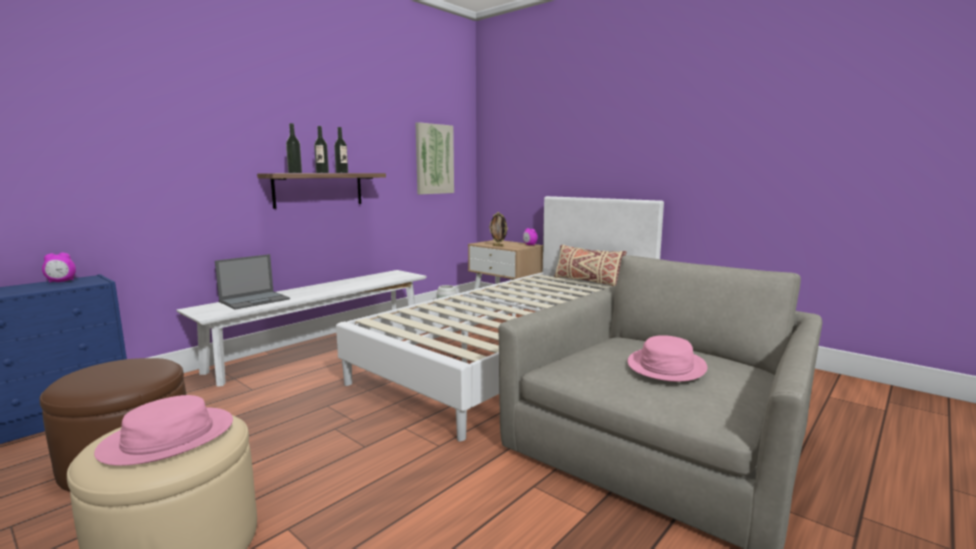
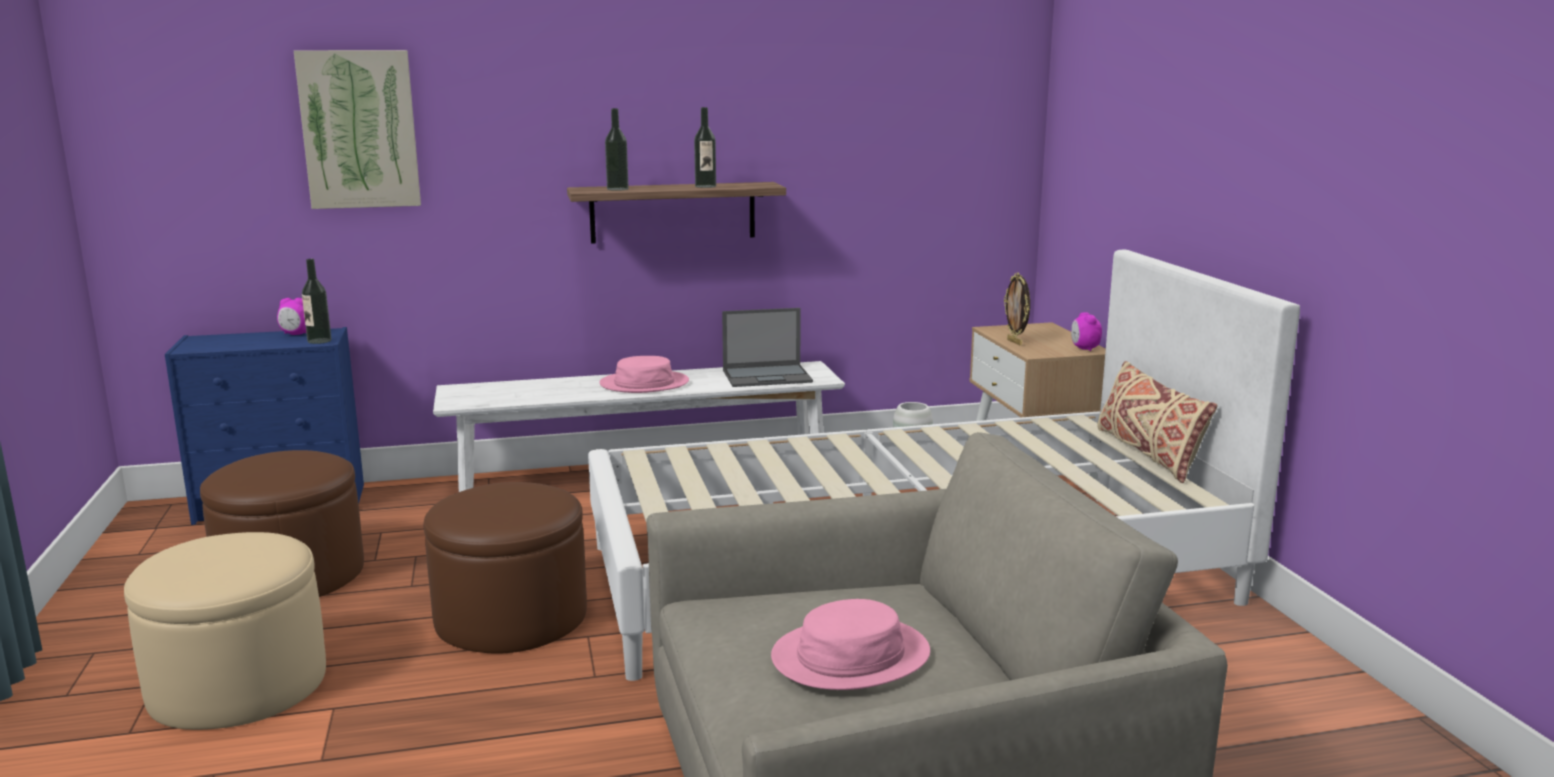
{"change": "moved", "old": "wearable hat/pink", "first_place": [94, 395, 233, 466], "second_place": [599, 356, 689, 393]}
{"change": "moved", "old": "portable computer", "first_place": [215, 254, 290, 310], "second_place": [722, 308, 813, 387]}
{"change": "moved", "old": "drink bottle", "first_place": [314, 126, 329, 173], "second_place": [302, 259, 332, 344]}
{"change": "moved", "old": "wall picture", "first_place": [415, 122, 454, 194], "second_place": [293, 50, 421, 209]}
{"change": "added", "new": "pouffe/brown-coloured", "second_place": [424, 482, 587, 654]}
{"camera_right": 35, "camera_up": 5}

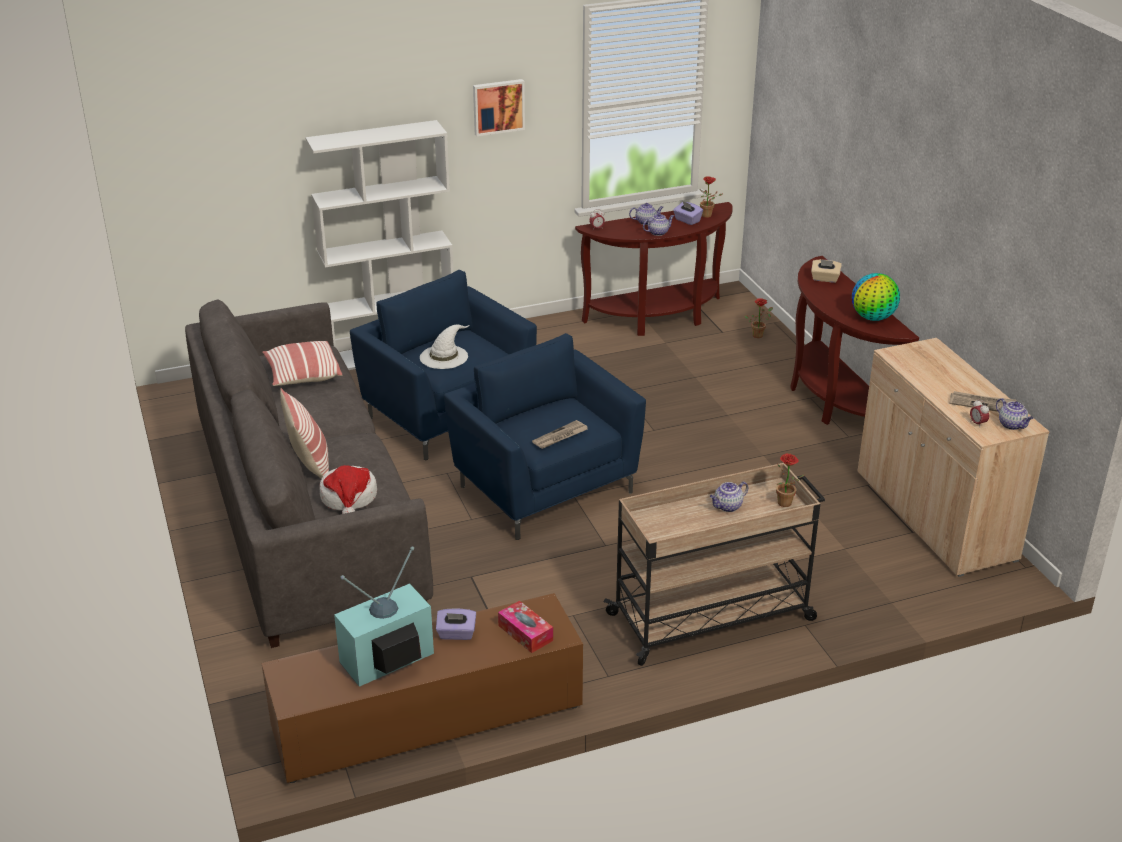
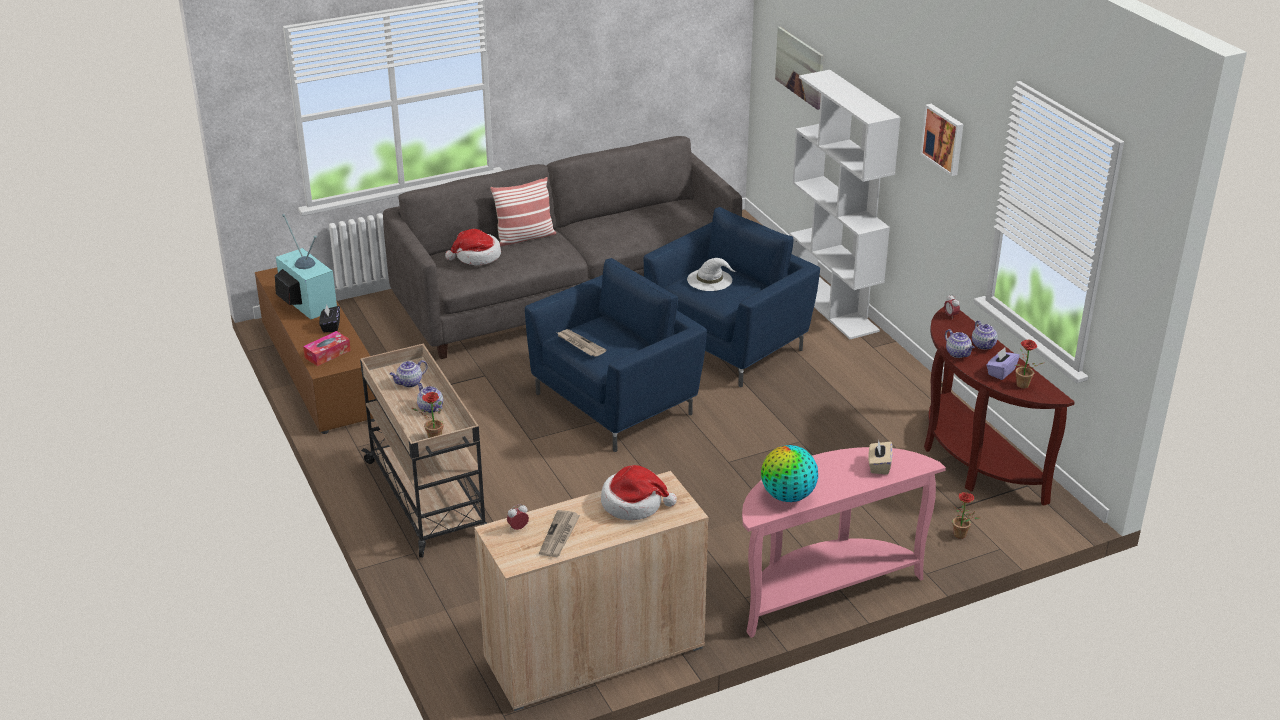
{"change": "removed", "old": "cushion", "first_place": [262, 341, 342, 386]}
{"change": "recoloured", "old": "box of tissues/purple-coloured", "new": "box of tissues/blackish", "first_place": [436, 608, 476, 640], "second_place": [319, 305, 340, 332]}
{"change": "recoloured", "old": "narrow table/brown-coloured", "new": "narrow table/pink", "first_place": [790, 256, 919, 425], "second_place": [742, 447, 946, 638]}
{"change": "moved", "old": "teapot", "first_place": [996, 398, 1033, 430], "second_place": [390, 360, 428, 388]}
{"change": "added", "new": "wearable hat", "second_place": [601, 465, 677, 521]}
{"change": "added", "new": "wall picture", "second_place": [775, 27, 823, 110]}
{"camera_right": 85, "camera_up": 0}

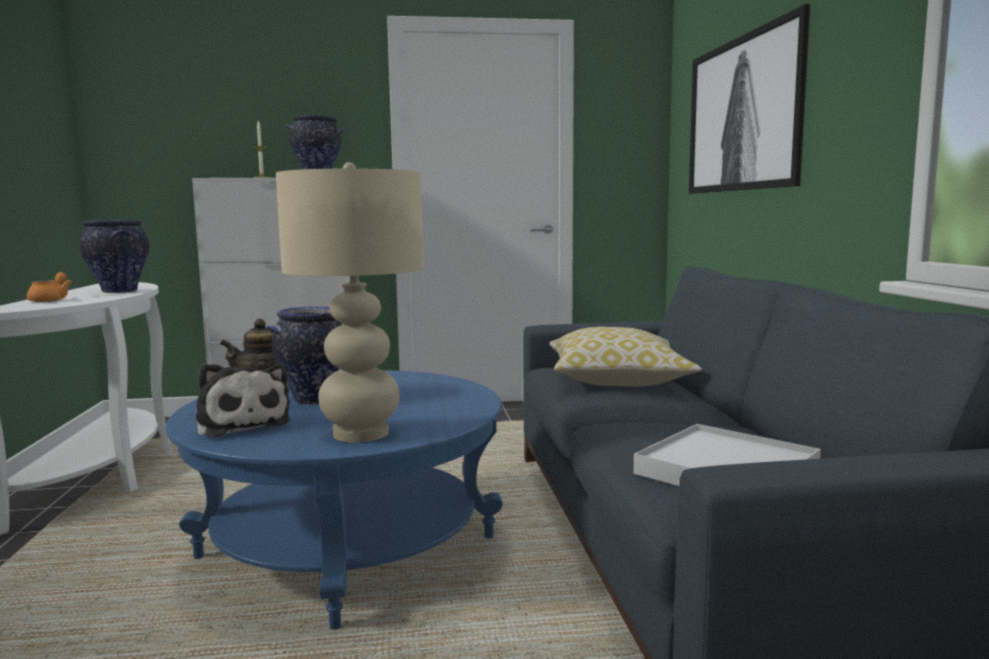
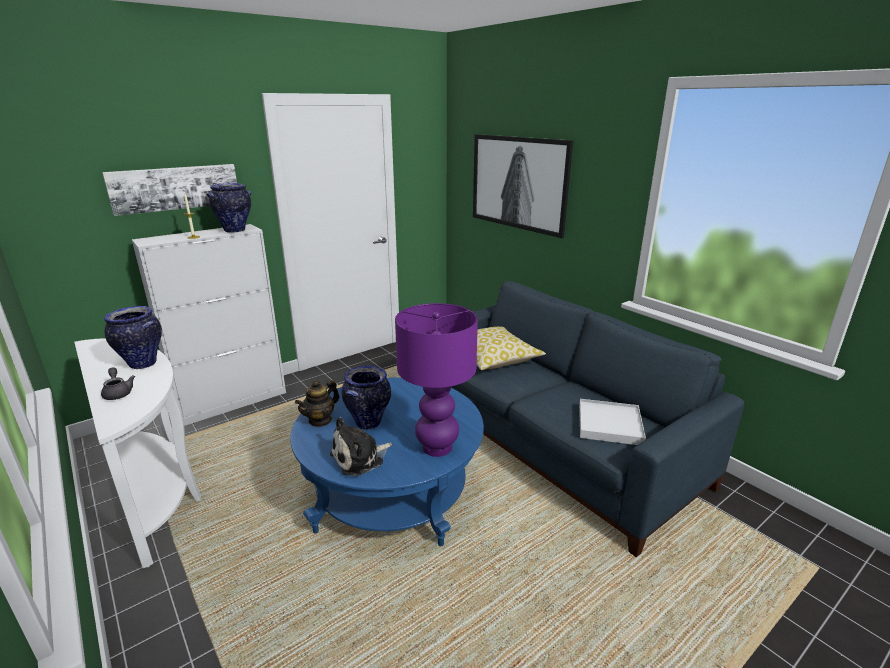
{"change": "recoloured", "old": "teapot/orange-coloured", "new": "teapot/greyish", "first_place": [27, 272, 72, 302], "second_place": [101, 368, 135, 400]}
{"change": "turned", "old": "cuddly toy", "first_place": [196, 363, 291, 438], "second_place": [330, 417, 392, 476], "degrees": 120}
{"change": "recoloured", "old": "lamp for a table/beige-coloured", "new": "lamp for a table/purple-coloured", "first_place": [276, 162, 423, 443], "second_place": [395, 303, 478, 457]}
{"change": "added", "new": "wall picture", "second_place": [102, 164, 237, 216]}
{"camera_right": -30, "camera_up": 15}

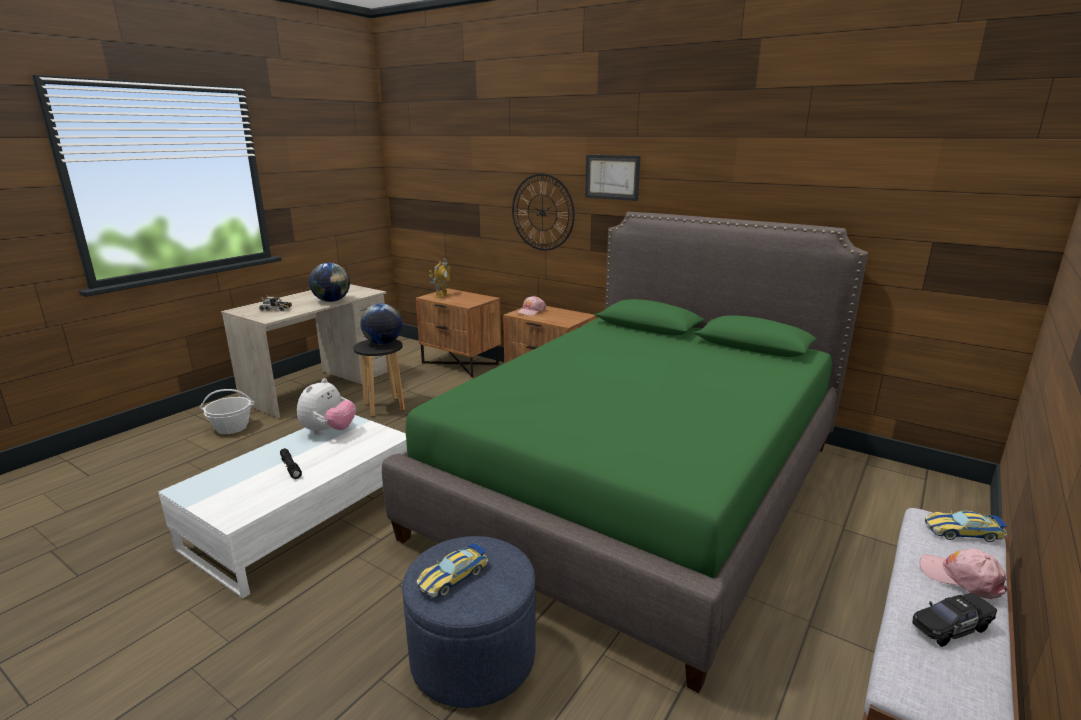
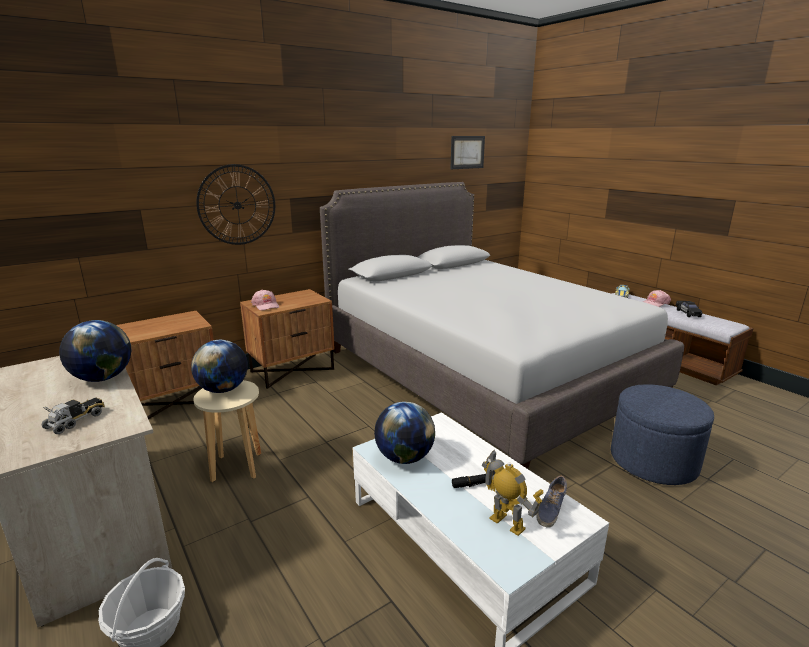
{"change": "replaced", "old": "cuddly toy", "new": "globe", "first_place": [297, 378, 356, 434], "second_place": [374, 402, 435, 464]}
{"change": "recoloured", "old": "stool/blackish", "new": "stool/beige-coloured", "first_place": [353, 339, 405, 417], "second_place": [193, 380, 261, 482]}
{"change": "recoloured", "old": "bed/green-coloured", "new": "bed/greyish", "first_place": [382, 212, 868, 693], "second_place": [320, 182, 684, 469]}
{"change": "removed", "old": "model car", "first_place": [417, 543, 488, 598]}
{"change": "moved", "old": "model robot", "first_place": [429, 258, 451, 298], "second_place": [482, 450, 544, 536]}
{"change": "moved", "old": "wall picture", "first_place": [585, 155, 641, 201], "second_place": [450, 136, 485, 169]}
{"change": "added", "new": "item of footwear", "second_place": [536, 476, 567, 528]}
{"camera_right": -70, "camera_up": 0}

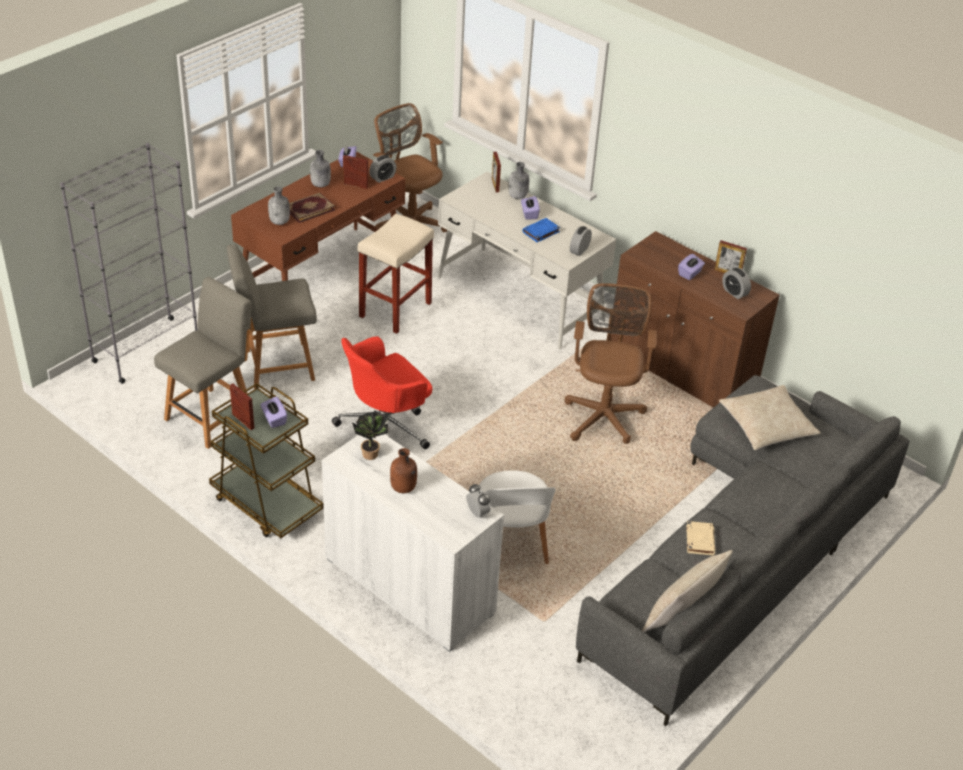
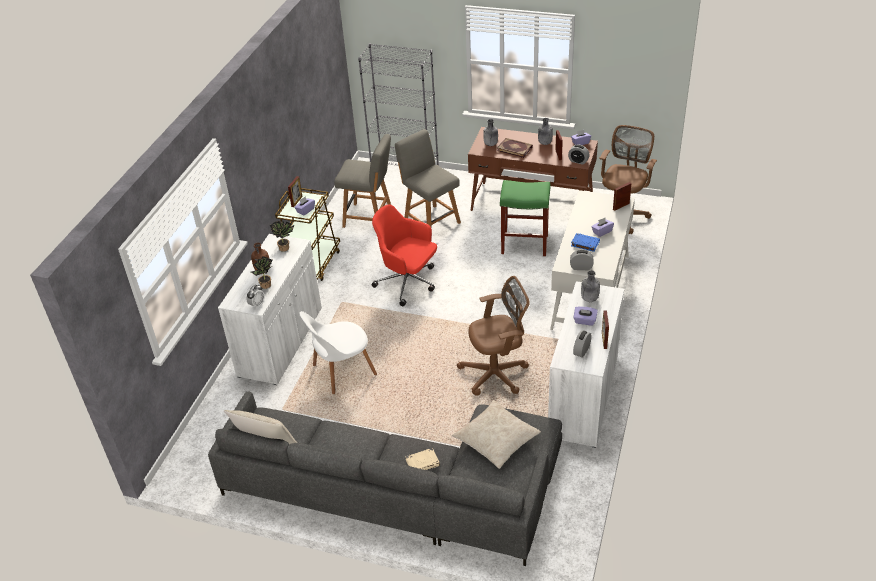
{"change": "recoloured", "old": "stool/beige-coloured", "new": "stool/green-coloured", "first_place": [358, 214, 434, 334], "second_place": [500, 180, 550, 256]}
{"change": "moved", "old": "drink bottle/greyish", "first_place": [509, 162, 529, 199], "second_place": [581, 270, 600, 302]}
{"change": "recoloured", "old": "cabinet/brown-coloured", "new": "cabinet/whitish", "first_place": [610, 231, 780, 408], "second_place": [548, 281, 624, 448]}
{"change": "moved", "old": "volume/beige-coloured", "first_place": [686, 521, 715, 555], "second_place": [405, 448, 440, 470]}
{"change": "added", "new": "plant in a pot", "second_place": [251, 256, 272, 289]}
{"camera_right": 70, "camera_up": 0}

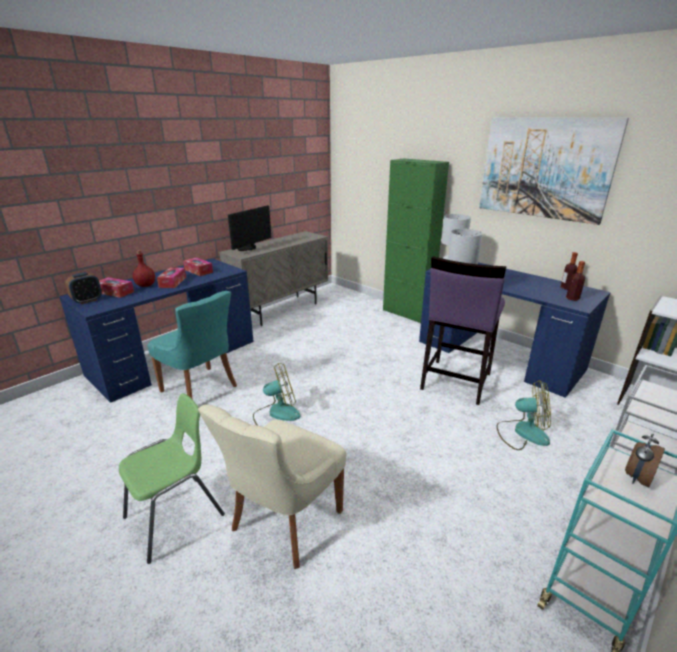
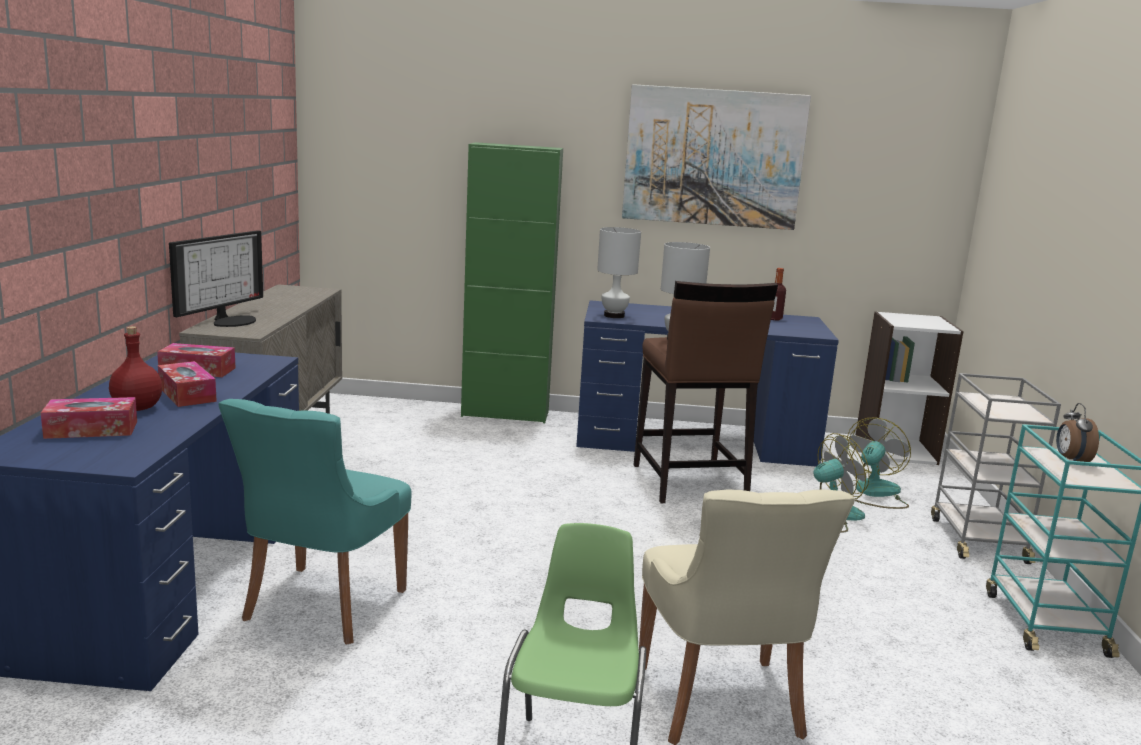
{"change": "removed", "old": "alarm clock", "first_place": [65, 272, 102, 304]}
{"change": "turned", "old": "chair/blue-green", "first_place": [148, 291, 237, 400], "second_place": [218, 399, 411, 645], "degrees": 105}
{"change": "turned", "old": "computer screen", "first_place": [228, 205, 271, 251], "second_place": [169, 230, 263, 327], "degrees": -150}
{"change": "moved", "old": "fan", "first_place": [253, 363, 300, 425], "second_place": [847, 417, 911, 509]}
{"change": "recoloured", "old": "stool/purple-coloured", "new": "stool/brown-coloured", "first_place": [420, 256, 507, 405], "second_place": [634, 281, 778, 503]}
{"change": "removed", "old": "drink bottle", "first_place": [566, 261, 585, 301]}
{"camera_right": -40, "camera_up": -10}

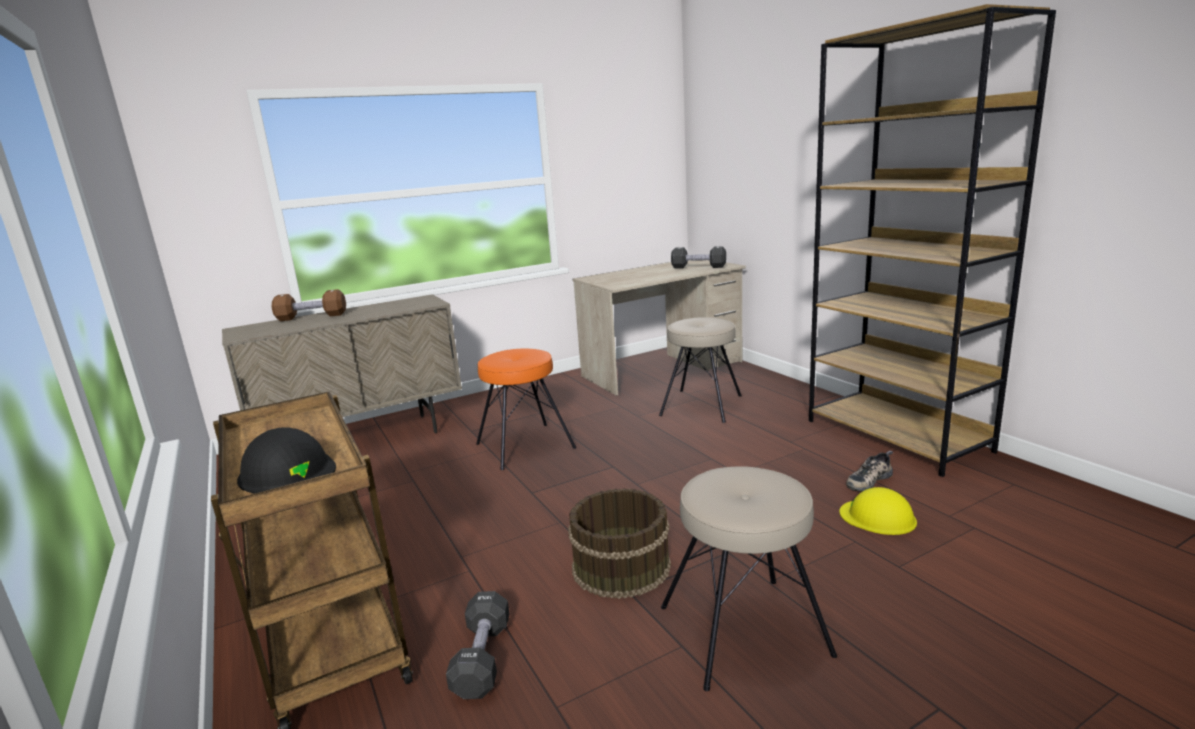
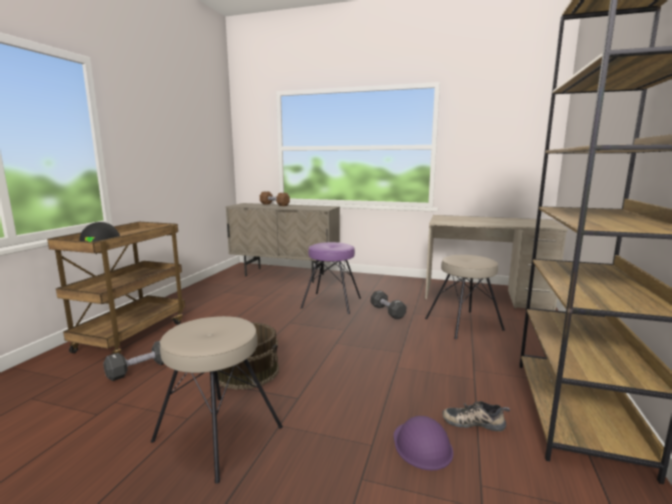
{"change": "recoloured", "old": "stool/orange-coloured", "new": "stool/purple-coloured", "first_place": [476, 349, 576, 470], "second_place": [300, 242, 361, 314]}
{"change": "moved", "old": "hand weight/blackish", "first_place": [671, 246, 726, 269], "second_place": [371, 290, 406, 319]}
{"change": "recoloured", "old": "hard hat/yellowish", "new": "hard hat/purple-coloured", "first_place": [840, 487, 917, 535], "second_place": [394, 416, 453, 470]}
{"camera_right": 45, "camera_up": -5}

